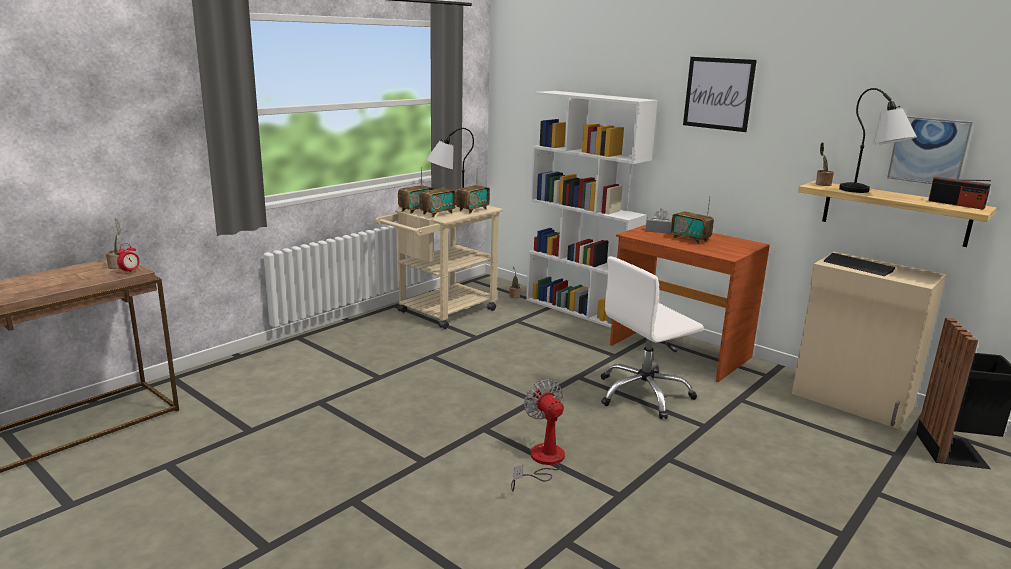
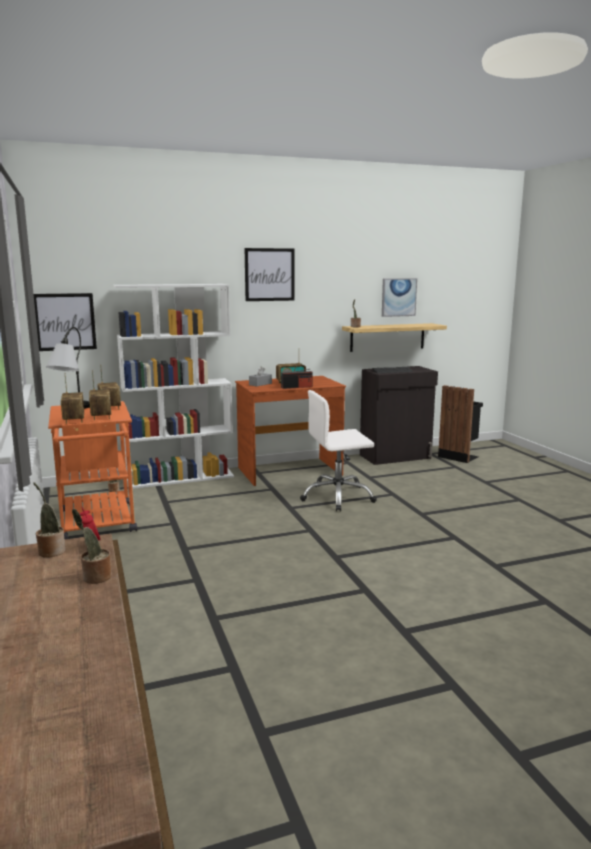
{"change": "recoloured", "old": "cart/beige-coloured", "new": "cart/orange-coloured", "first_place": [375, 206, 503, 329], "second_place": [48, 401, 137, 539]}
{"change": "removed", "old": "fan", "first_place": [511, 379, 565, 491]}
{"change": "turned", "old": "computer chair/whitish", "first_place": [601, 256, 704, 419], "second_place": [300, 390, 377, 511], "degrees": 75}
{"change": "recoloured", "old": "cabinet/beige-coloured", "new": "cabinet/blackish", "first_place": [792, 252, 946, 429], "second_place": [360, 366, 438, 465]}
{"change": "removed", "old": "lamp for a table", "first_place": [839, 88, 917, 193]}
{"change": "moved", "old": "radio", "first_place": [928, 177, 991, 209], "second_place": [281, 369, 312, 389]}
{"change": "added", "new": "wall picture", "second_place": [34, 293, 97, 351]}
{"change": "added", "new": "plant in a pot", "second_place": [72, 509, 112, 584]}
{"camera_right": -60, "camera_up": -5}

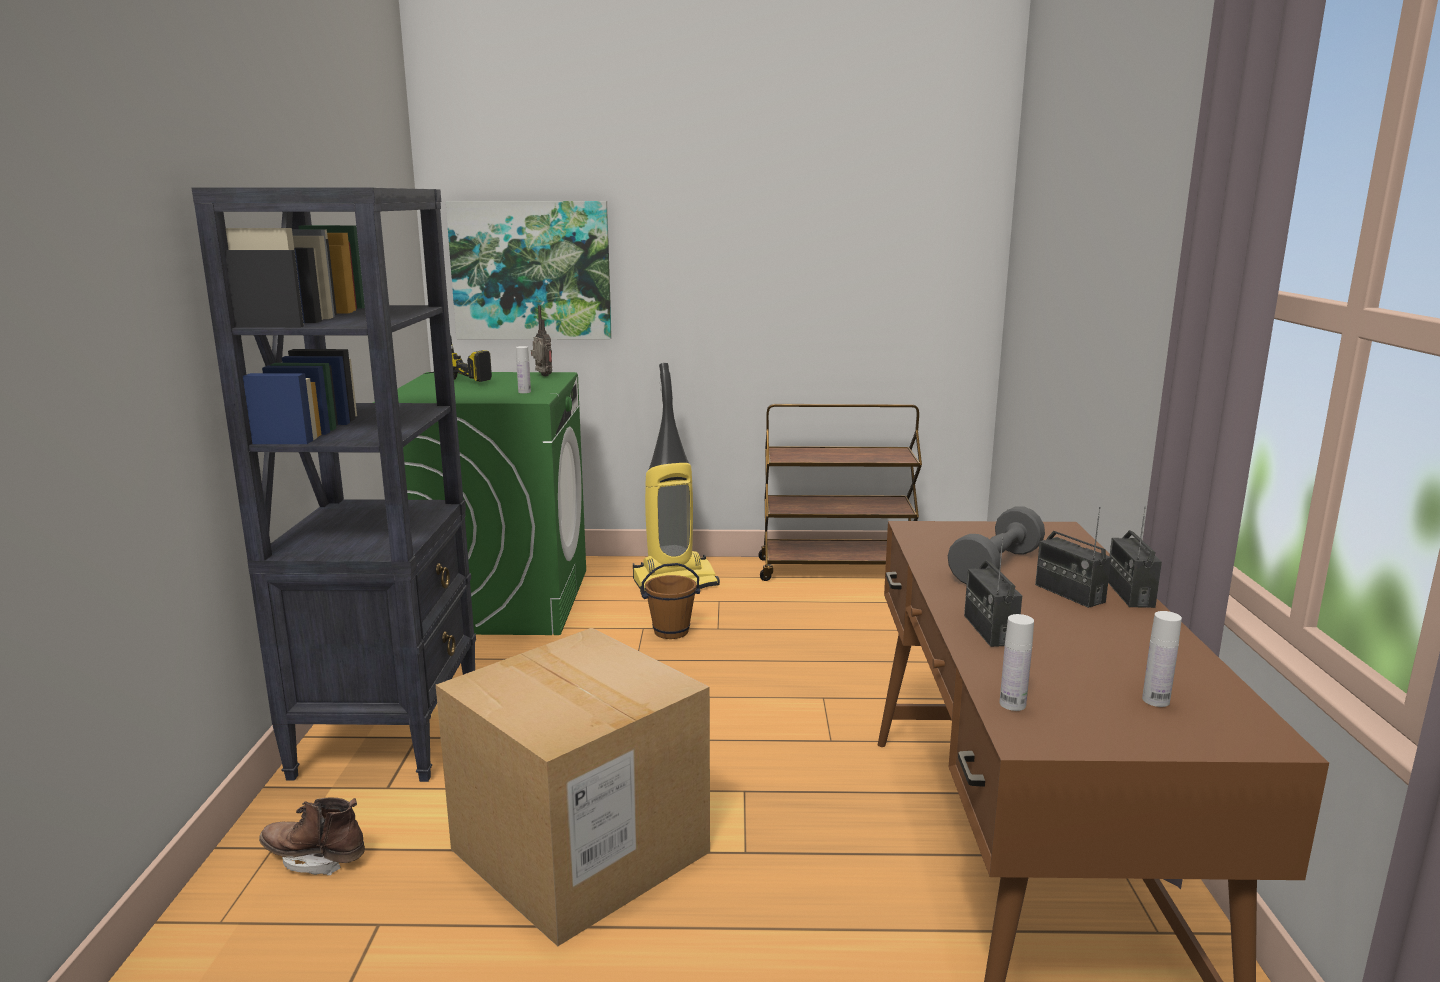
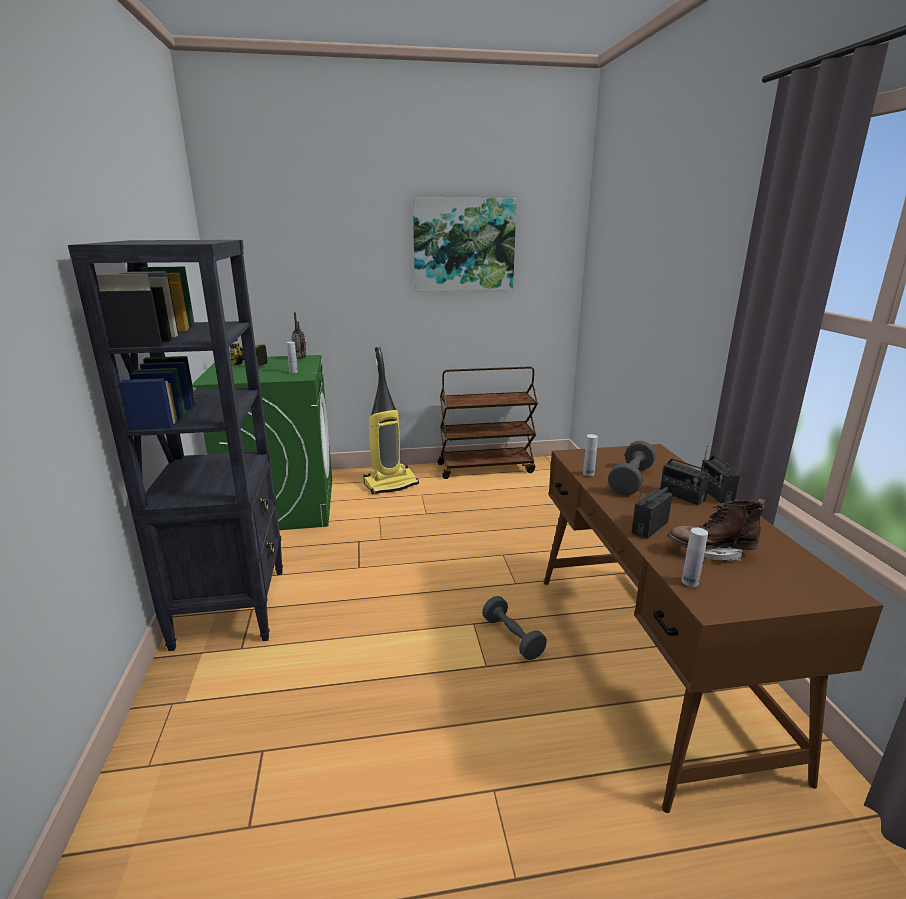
{"change": "moved", "old": "boot/brown-coloured", "first_place": [259, 797, 365, 876], "second_place": [667, 498, 766, 561]}
{"change": "removed", "old": "packing box", "first_place": [436, 628, 710, 946]}
{"change": "moved", "old": "wall picture", "first_place": [446, 201, 612, 339], "second_place": [413, 197, 517, 292]}
{"change": "removed", "old": "bucket/brown-coloured", "first_place": [641, 563, 700, 639]}
{"change": "turned", "old": "radio", "first_place": [964, 537, 1022, 647], "second_place": [631, 469, 673, 539], "degrees": 60}
{"change": "moved", "old": "drink bottle/whitish", "first_place": [1142, 611, 1182, 707], "second_place": [583, 434, 598, 476]}
{"change": "added", "new": "hand weight/greyish", "second_place": [482, 596, 547, 660]}
{"camera_right": -10, "camera_up": 5}

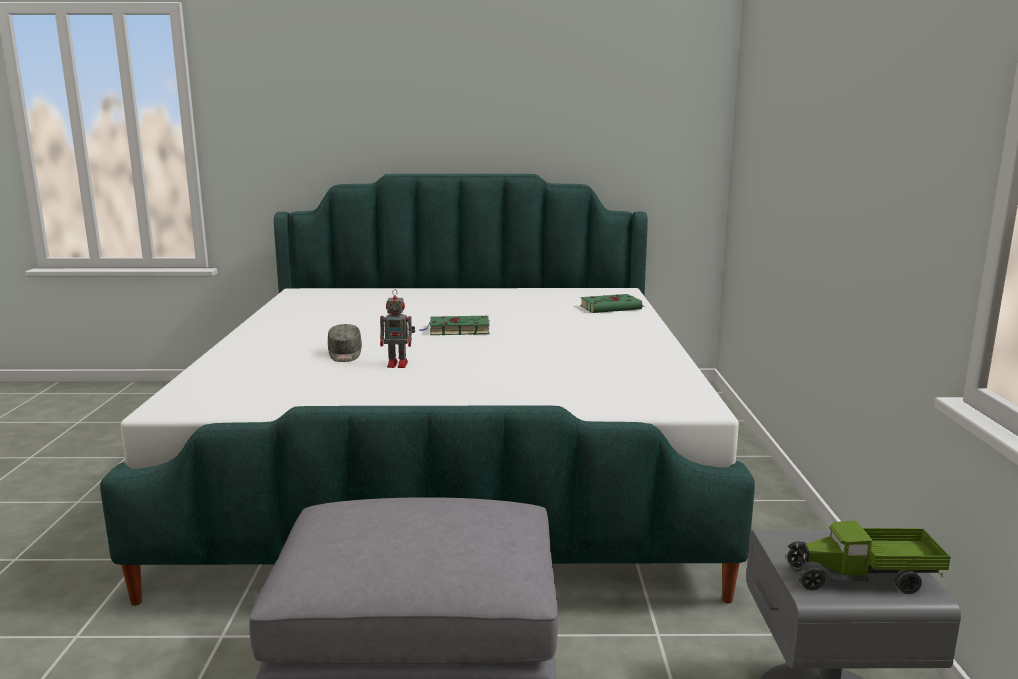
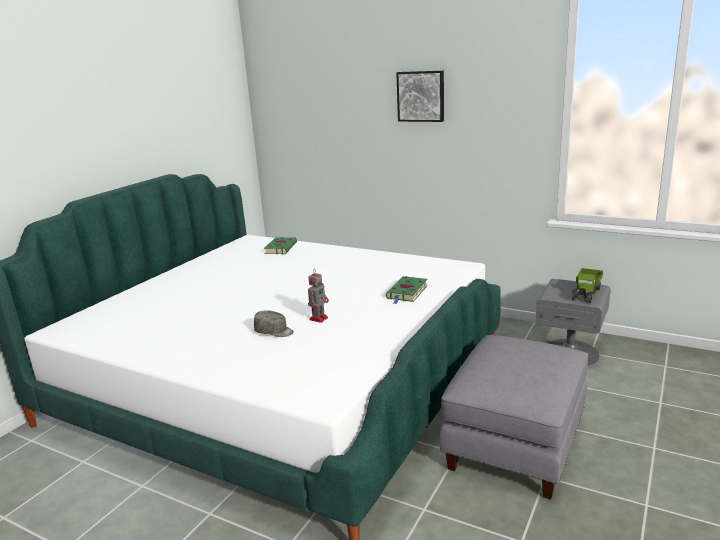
{"change": "moved", "old": "volume/green-coloured", "first_place": [419, 316, 489, 335], "second_place": [386, 276, 428, 304]}
{"change": "added", "new": "wall picture", "second_place": [396, 71, 444, 122]}
{"camera_right": -60, "camera_up": 5}

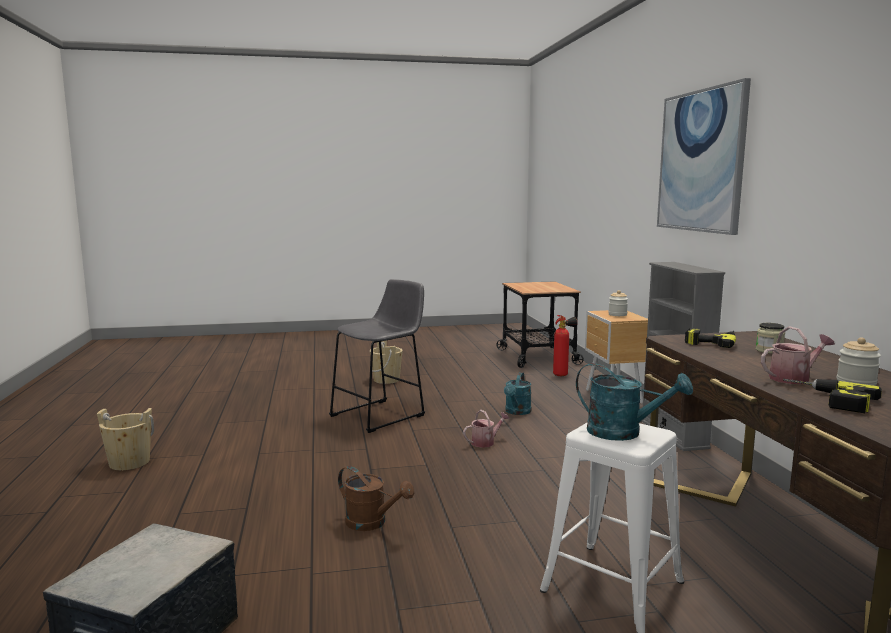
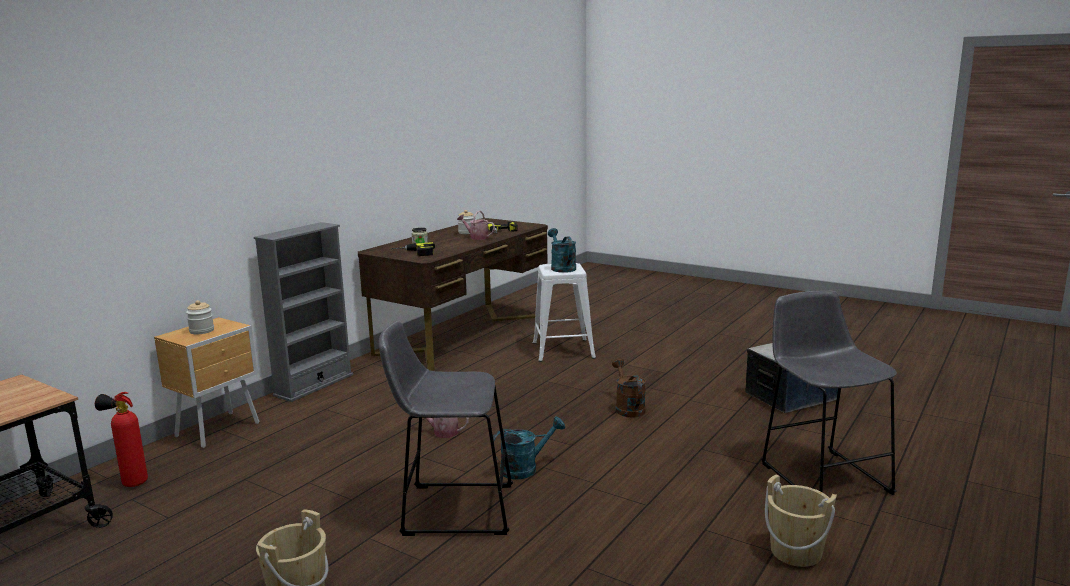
{"change": "moved", "old": "sprinkling can/blue-green", "first_place": [504, 372, 531, 415], "second_place": [493, 417, 565, 480]}
{"change": "removed", "old": "wall picture", "first_place": [657, 78, 751, 235]}
{"change": "added", "new": "stool/greyish", "second_place": [761, 291, 897, 495]}
{"camera_right": -135, "camera_up": 5}

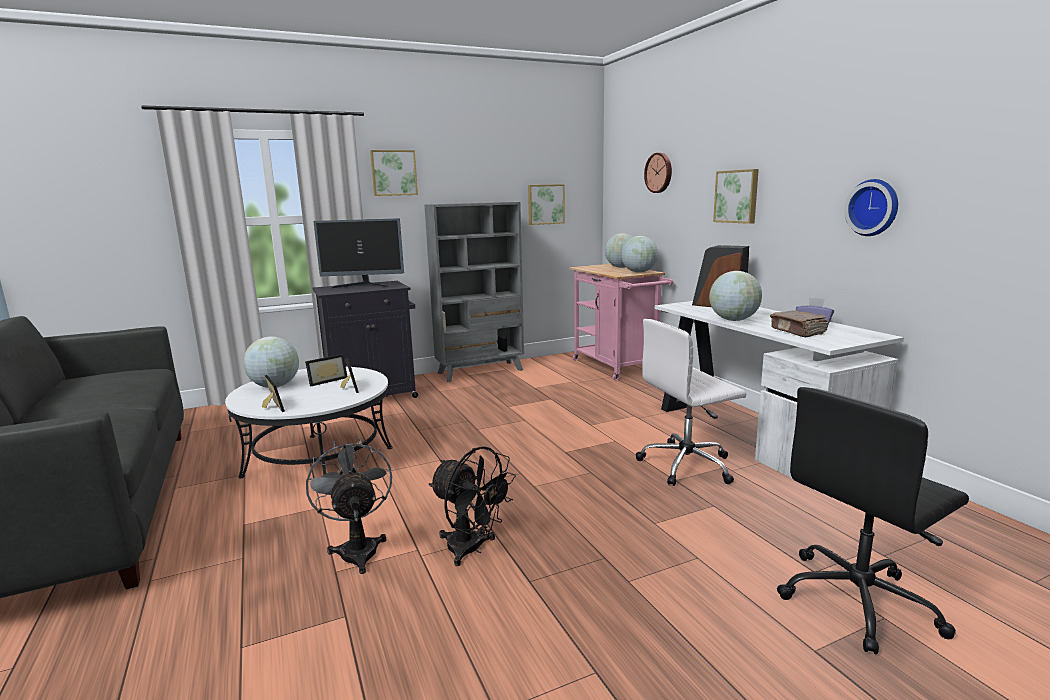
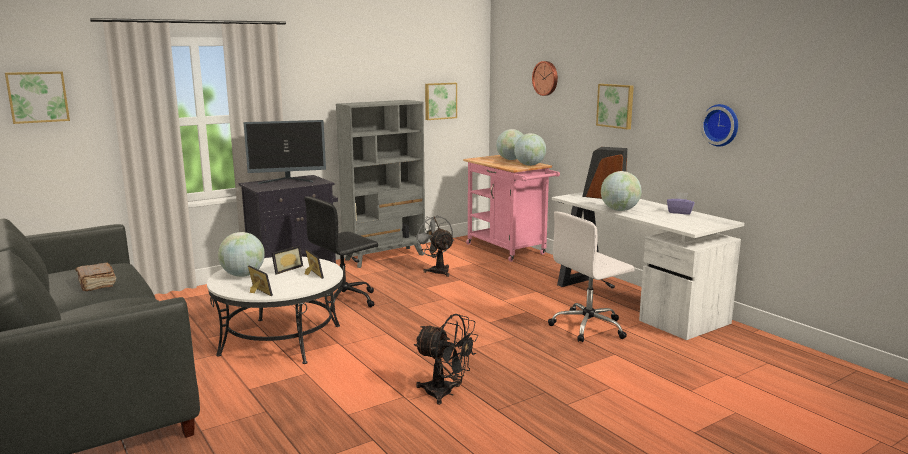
{"change": "moved", "old": "fan/greyish", "first_place": [306, 439, 392, 574], "second_place": [413, 216, 454, 277]}
{"change": "moved", "old": "wall picture", "first_place": [370, 150, 418, 196], "second_place": [5, 71, 70, 124]}
{"change": "moved", "old": "volume/brown-coloured", "first_place": [770, 310, 828, 337], "second_place": [75, 263, 116, 291]}
{"change": "moved", "old": "computer chair/blackish", "first_place": [777, 387, 969, 655], "second_place": [304, 196, 378, 312]}
{"camera_right": -10, "camera_up": 0}

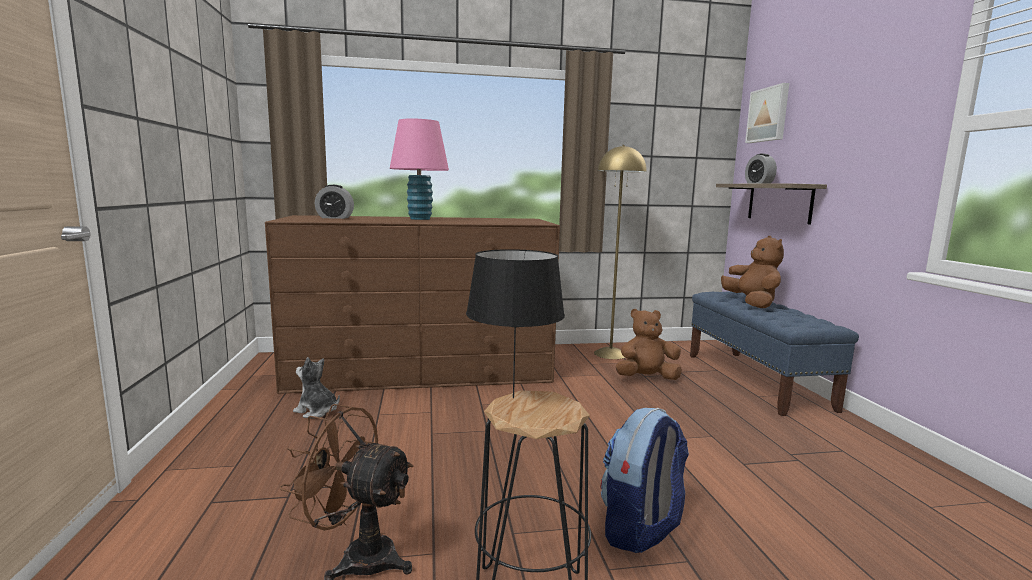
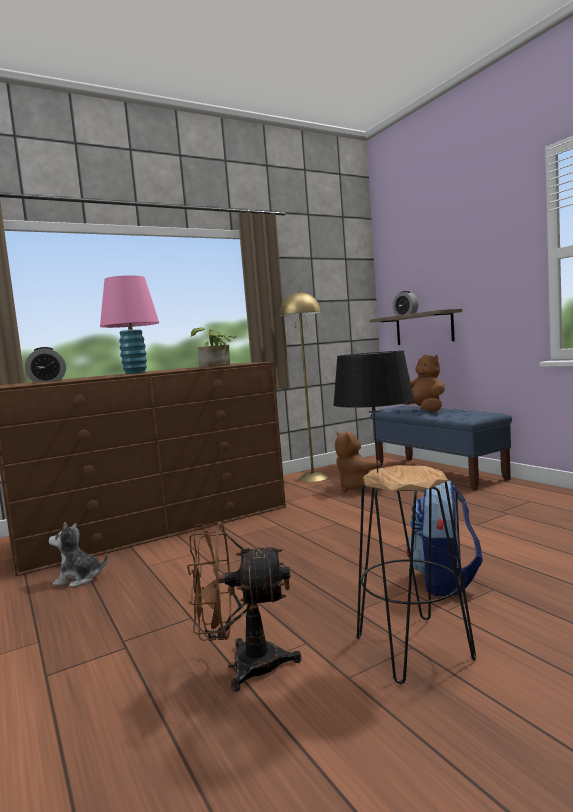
{"change": "turned", "old": "cuddly toy/brown-coloured", "first_place": [616, 309, 682, 380], "second_place": [335, 432, 381, 492], "degrees": -90}
{"change": "removed", "old": "wall picture", "first_place": [745, 83, 789, 143]}
{"change": "added", "new": "plant in a pot", "second_place": [191, 327, 236, 368]}
{"camera_right": -20, "camera_up": -5}

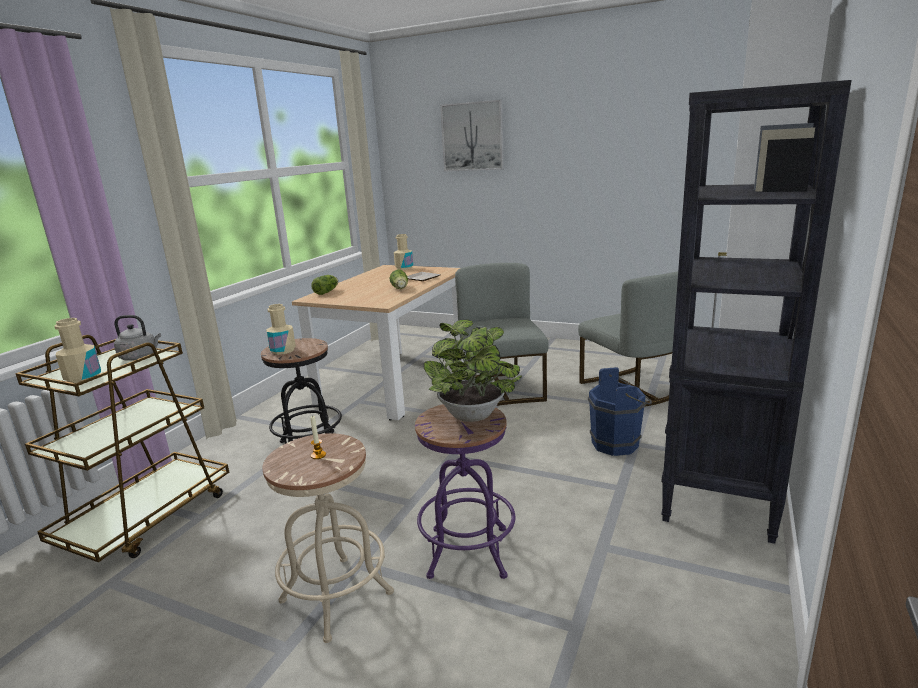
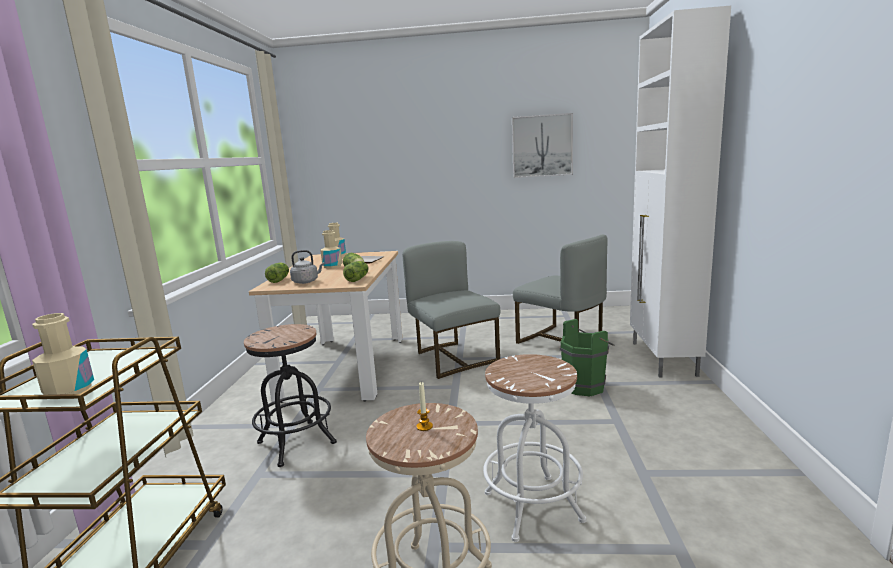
{"change": "moved", "old": "water kettle/greyish", "first_place": [114, 315, 161, 361], "second_place": [290, 250, 324, 284]}
{"change": "moved", "old": "drink bottle/beige-coloured", "first_place": [266, 304, 296, 355], "second_place": [320, 230, 342, 268]}
{"change": "recoloured", "old": "stool/purple-coloured", "new": "stool/whitish", "first_place": [415, 404, 515, 579], "second_place": [483, 354, 586, 542]}
{"change": "removed", "old": "plant in a pot", "first_place": [424, 319, 522, 422]}
{"change": "moved", "old": "wall picture", "first_place": [440, 100, 504, 171], "second_place": [512, 113, 573, 178]}
{"change": "recoloured", "old": "bucket/blue", "new": "bucket/green-coloured", "first_place": [588, 367, 652, 456], "second_place": [560, 319, 614, 396]}
{"change": "removed", "old": "shelving unit/blackish", "first_place": [661, 80, 852, 544]}
{"change": "added", "new": "lettuce head", "second_place": [343, 261, 369, 282]}
{"camera_right": -20, "camera_up": -5}

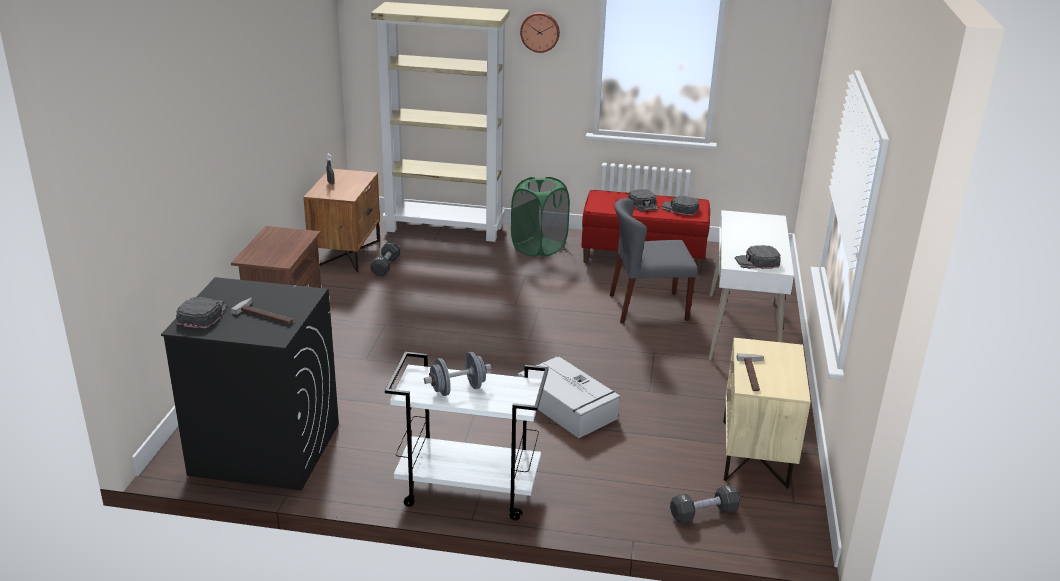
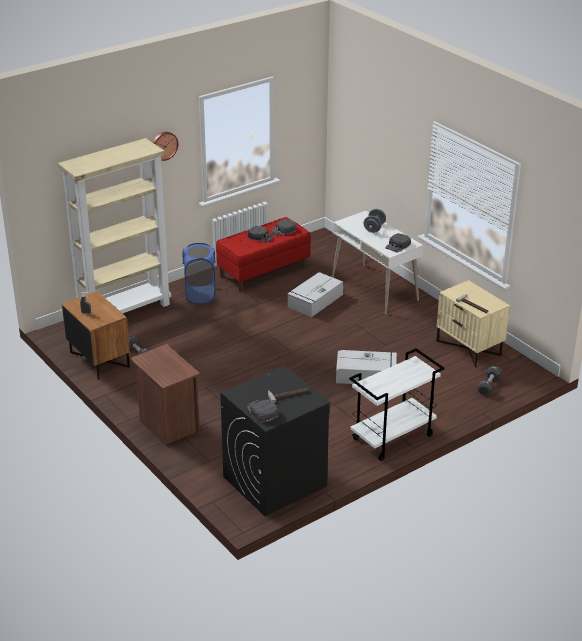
{"change": "moved", "old": "hand weight/greyish", "first_place": [424, 352, 491, 396], "second_place": [364, 209, 386, 233]}
{"change": "recoloured", "old": "laundry basket/green-coloured", "new": "laundry basket/blue", "first_place": [511, 177, 570, 257], "second_place": [182, 243, 216, 304]}
{"change": "replaced", "old": "chair/greyish", "new": "storage bin/greyish", "first_place": [610, 198, 698, 323], "second_place": [287, 272, 344, 317]}
{"camera_right": -45, "camera_up": 5}

